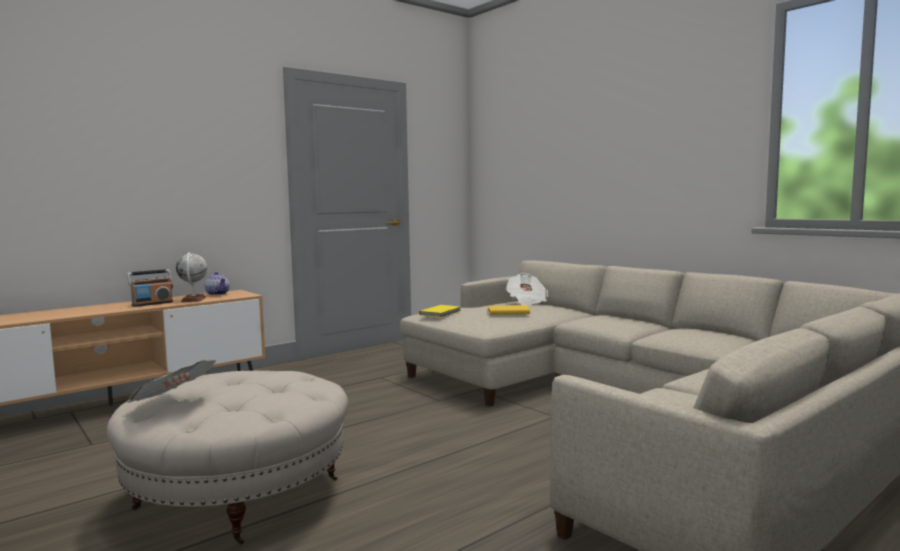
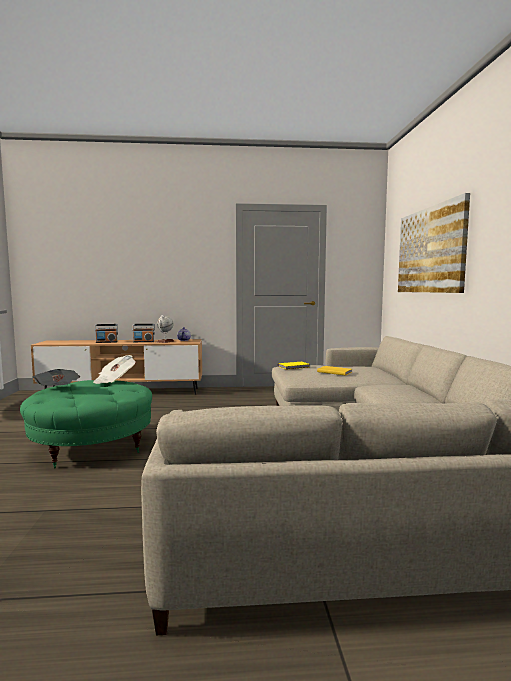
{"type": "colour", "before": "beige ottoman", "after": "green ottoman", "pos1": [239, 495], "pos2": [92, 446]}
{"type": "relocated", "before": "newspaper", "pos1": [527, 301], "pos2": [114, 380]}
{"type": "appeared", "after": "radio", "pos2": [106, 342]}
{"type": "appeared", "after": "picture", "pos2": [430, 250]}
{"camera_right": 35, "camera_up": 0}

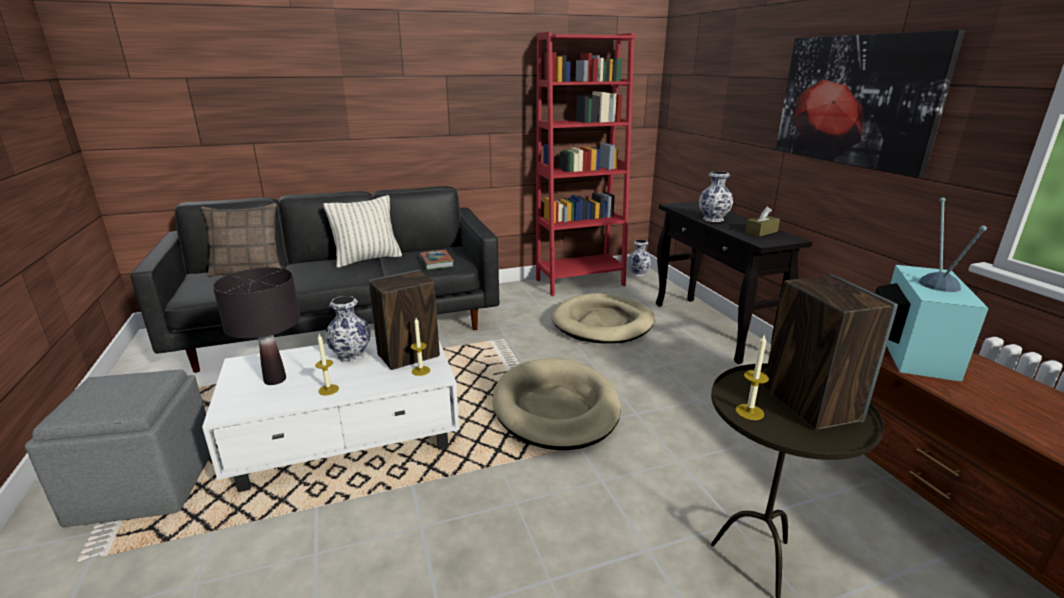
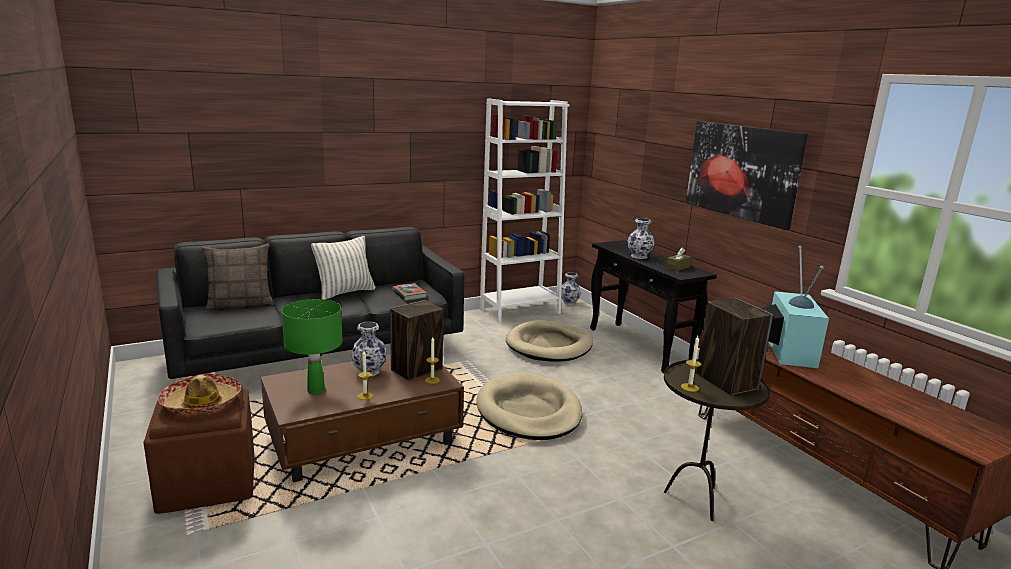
{"type": "colour", "before": "grey ottoman", "after": "brown ottoman", "pos1": [144, 483], "pos2": [207, 481]}
{"type": "appeared", "after": "hat", "pos2": [202, 402]}
{"type": "colour", "before": "white coffee table", "after": "brown coffee table", "pos1": [349, 435], "pos2": [365, 439]}
{"type": "colour", "before": "black table lamp", "after": "green table lamp", "pos1": [275, 380], "pos2": [316, 390]}
{"type": "colour", "before": "red bookcase", "after": "white bookcase", "pos1": [580, 282], "pos2": [520, 311]}
{"camera_right": -10, "camera_up": -5}

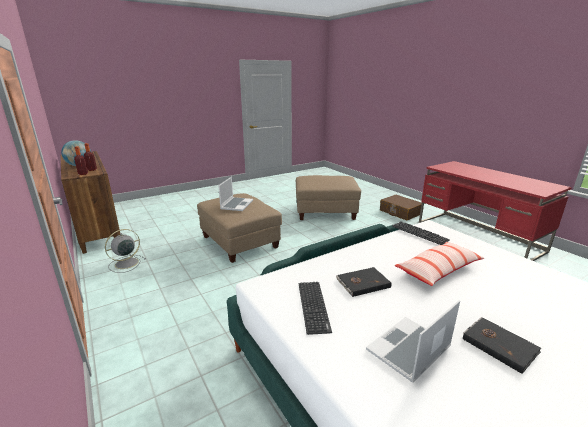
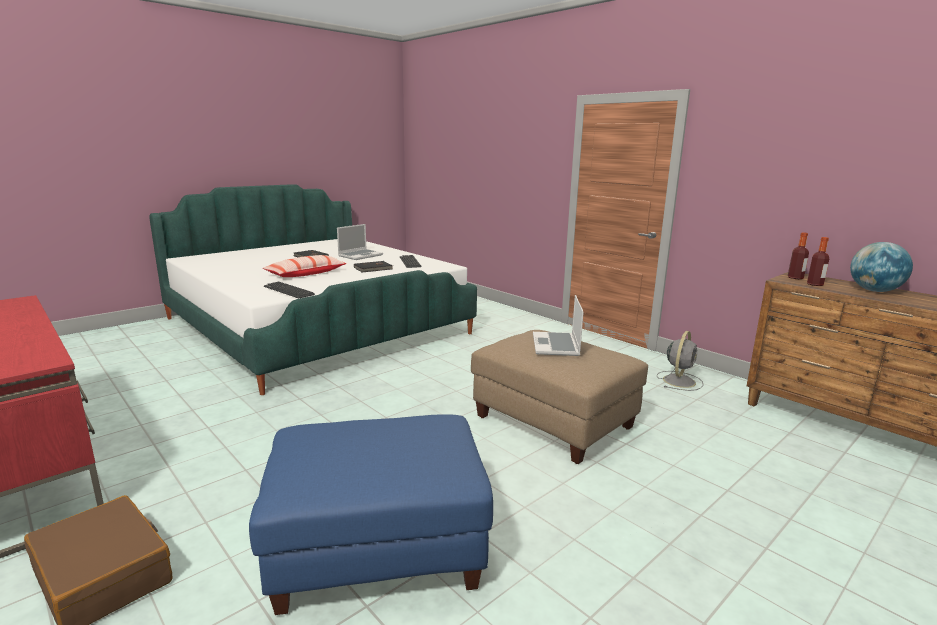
{"type": "colour", "before": "beige ottoman", "after": "blue ottoman", "pos1": [325, 212], "pos2": [377, 549]}
{"camera_right": 170, "camera_up": -5}

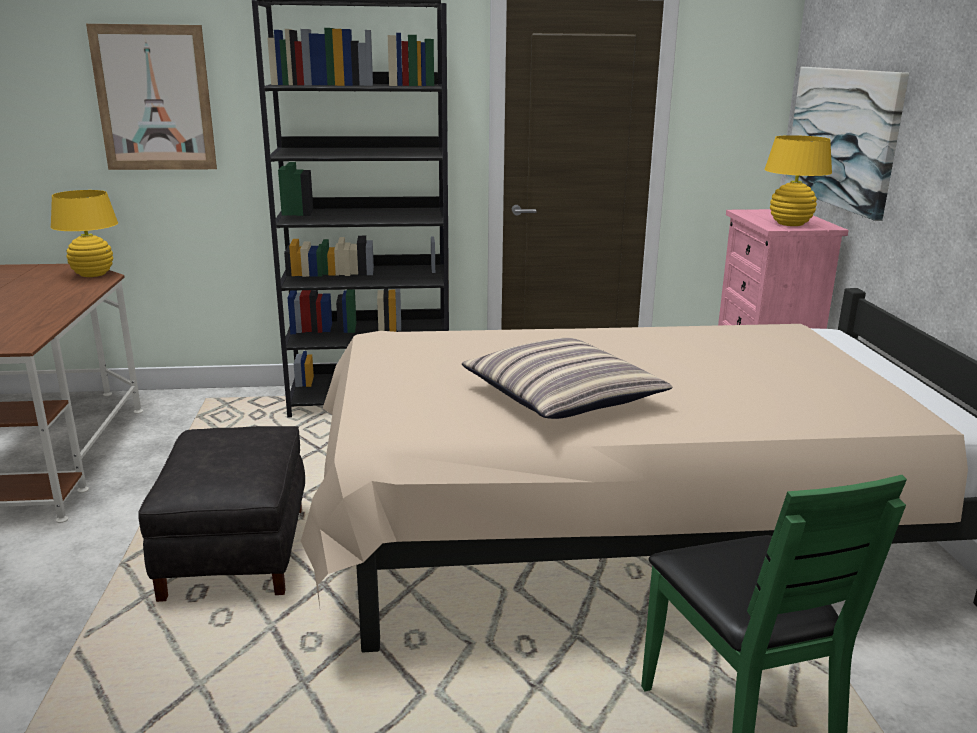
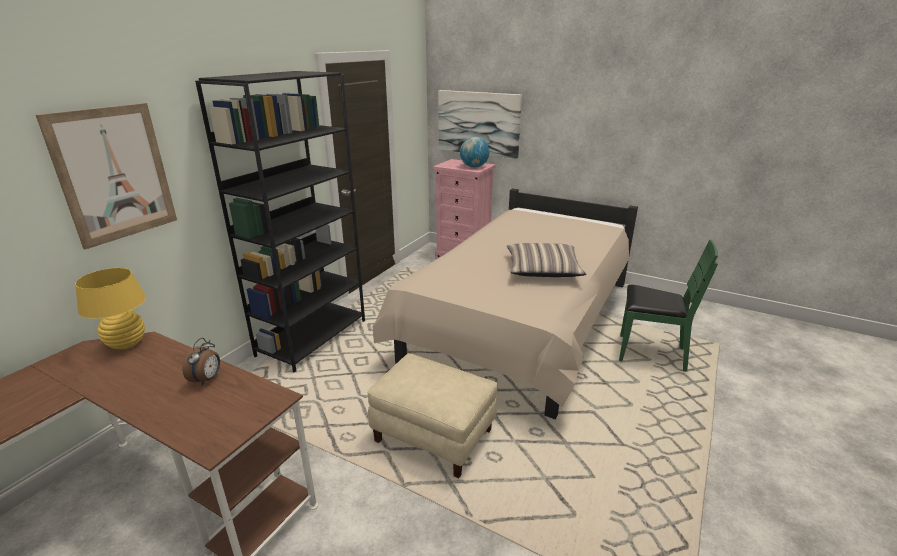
{"type": "appeared", "after": "alarm clock", "pos2": [207, 379]}
{"type": "colour", "before": "black ottoman", "after": "beige ottoman", "pos1": [237, 552], "pos2": [434, 435]}
{"type": "exchanged", "before": "yellow table lamp", "after": "globe", "pos1": [790, 224], "pos2": [474, 167]}
{"camera_right": -55, "camera_up": 5}

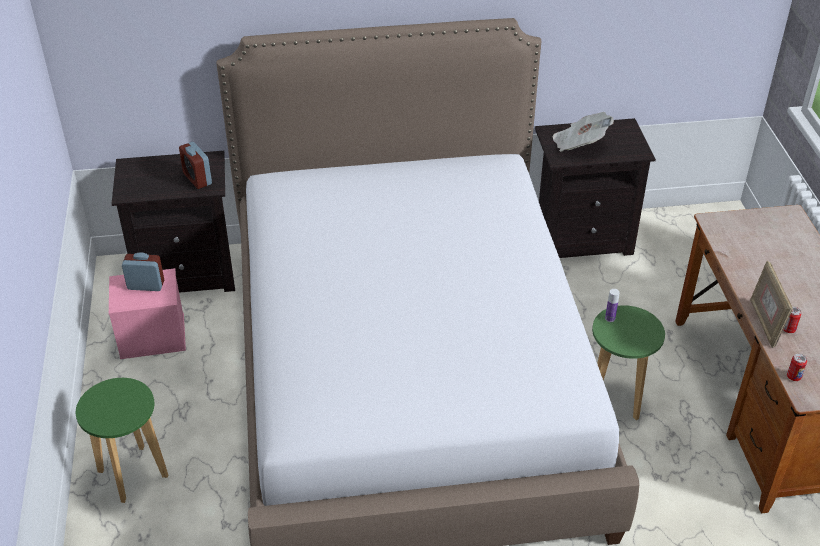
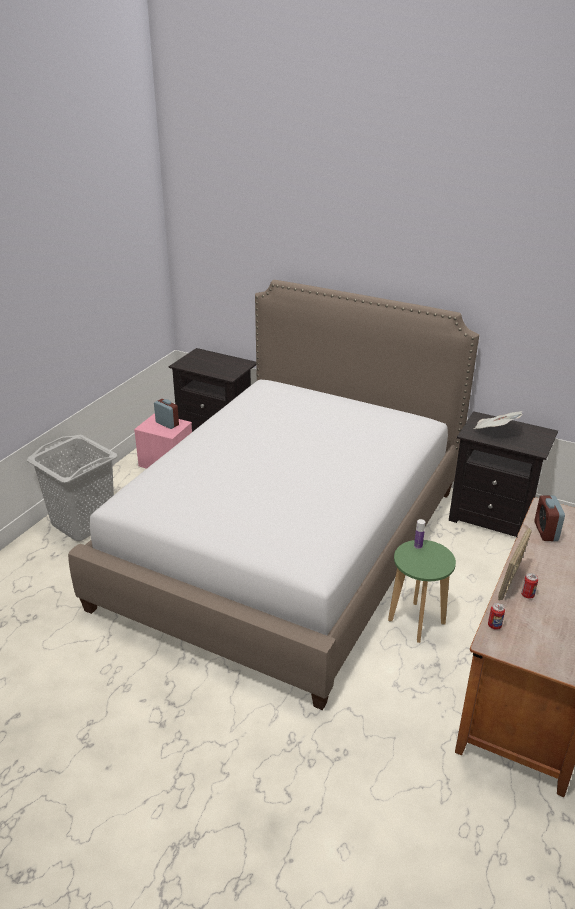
{"type": "exchanged", "before": "green stool", "after": "grey laundry basket", "pos1": [132, 474], "pos2": [83, 522]}
{"type": "relocated", "before": "alarm clock", "pos1": [197, 179], "pos2": [546, 531]}
{"camera_right": 35, "camera_up": -10}

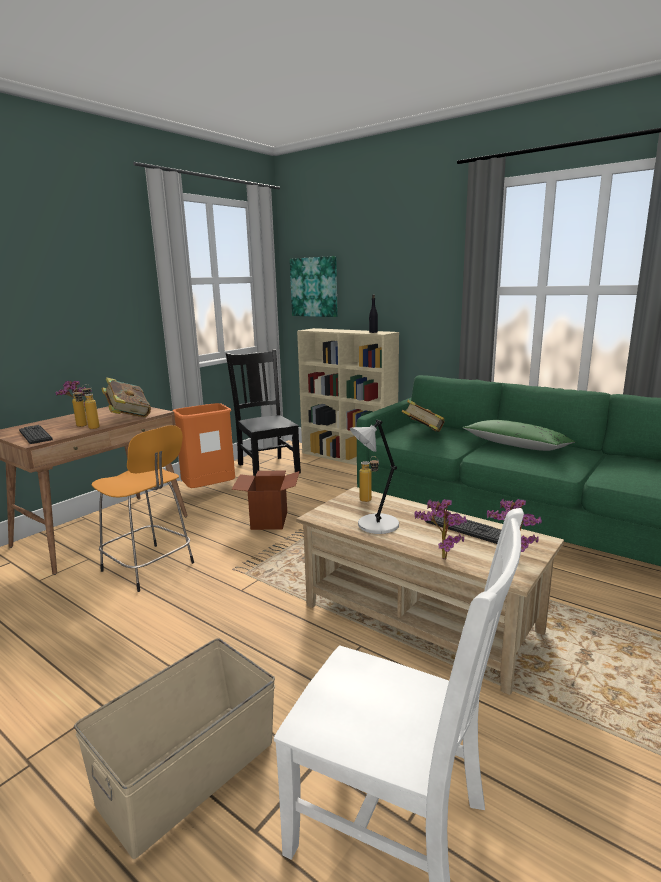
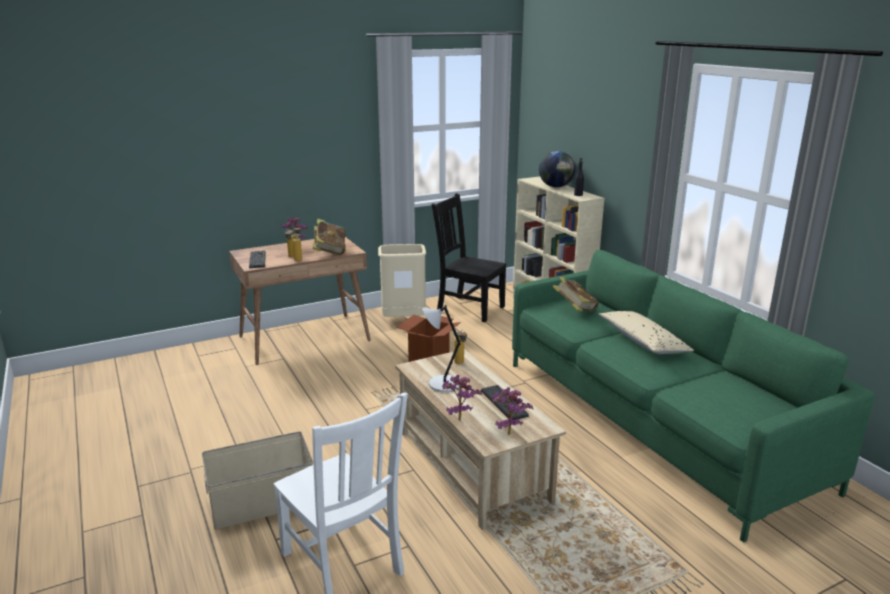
{"type": "colour", "before": "orange trash can", "after": "beige trash can", "pos1": [209, 490], "pos2": [403, 320]}
{"type": "spun", "before": "black chair", "pos1": [267, 468], "pos2": [468, 308], "turn": -60}
{"type": "appeared", "after": "globe", "pos2": [556, 187]}
{"type": "colour", "before": "green pillow", "after": "beige pillow", "pos1": [516, 446], "pos2": [642, 342]}
{"type": "missing", "before": "orange stool", "pos1": [150, 568]}
{"type": "missing", "before": "picture", "pos1": [314, 287]}
{"camera_right": 25, "camera_up": 5}

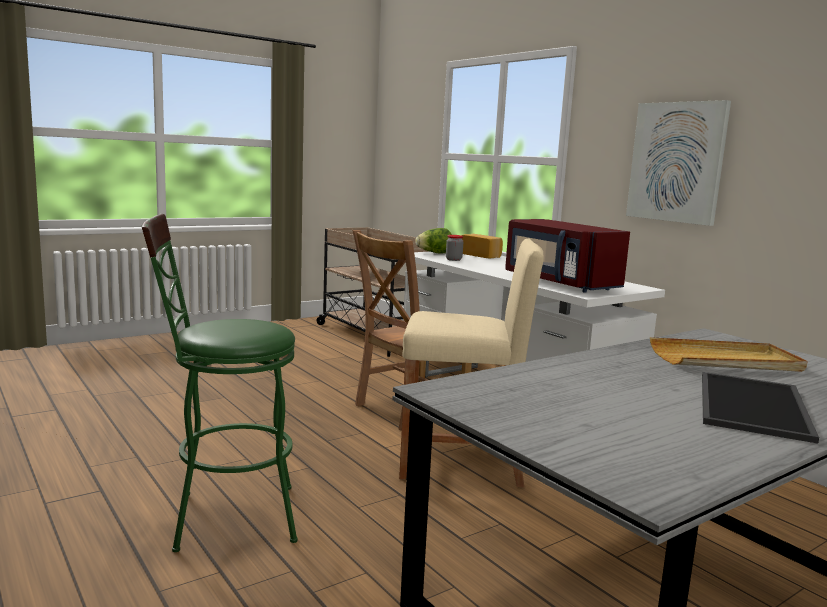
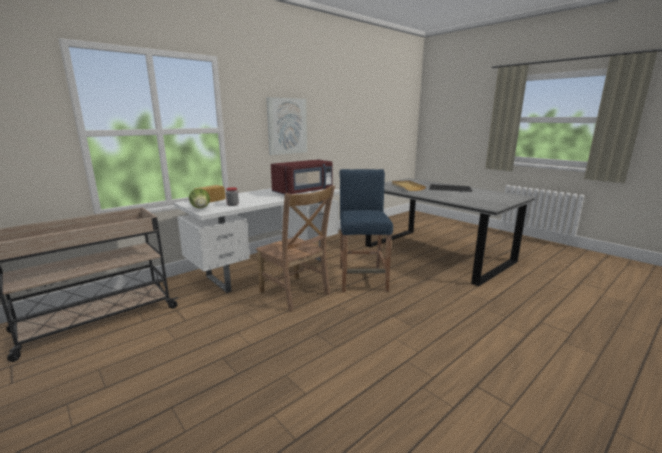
{"type": "colour", "before": "beige stool", "after": "blue stool", "pos1": [461, 463], "pos2": [362, 278]}
{"type": "missing", "before": "green stool", "pos1": [223, 517]}
{"camera_right": -95, "camera_up": 5}

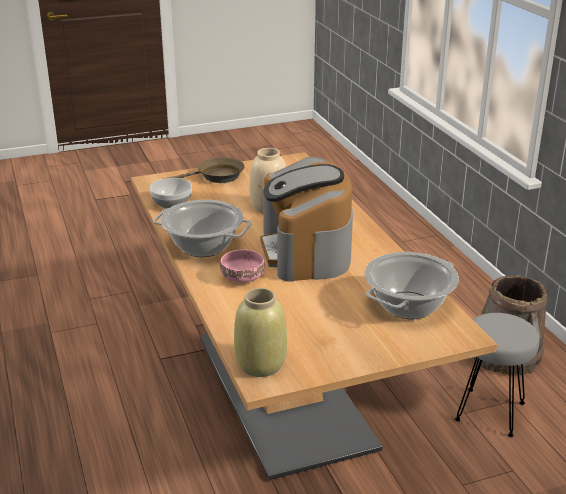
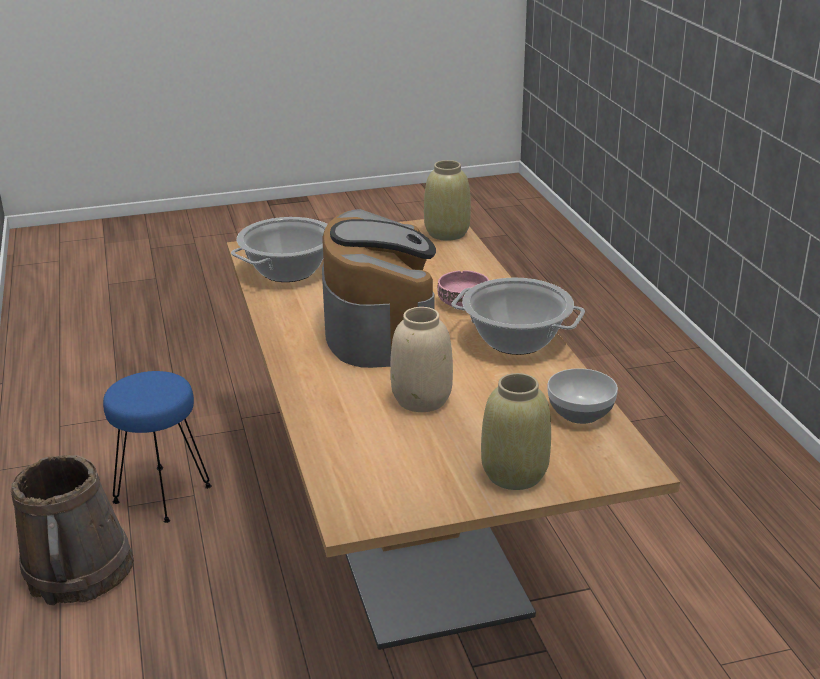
{"type": "colour", "before": "grey stool", "after": "blue stool", "pos1": [491, 412], "pos2": [162, 493]}
{"type": "exchanged", "before": "brown frying pan", "after": "beige vase", "pos1": [216, 176], "pos2": [513, 474]}
{"camera_right": -175, "camera_up": 0}

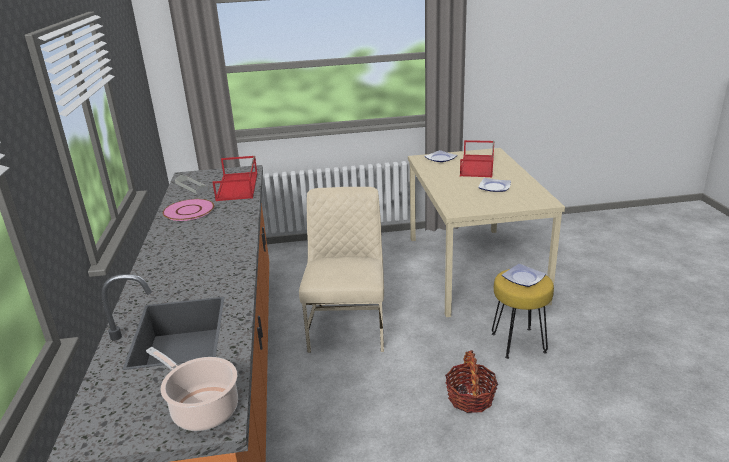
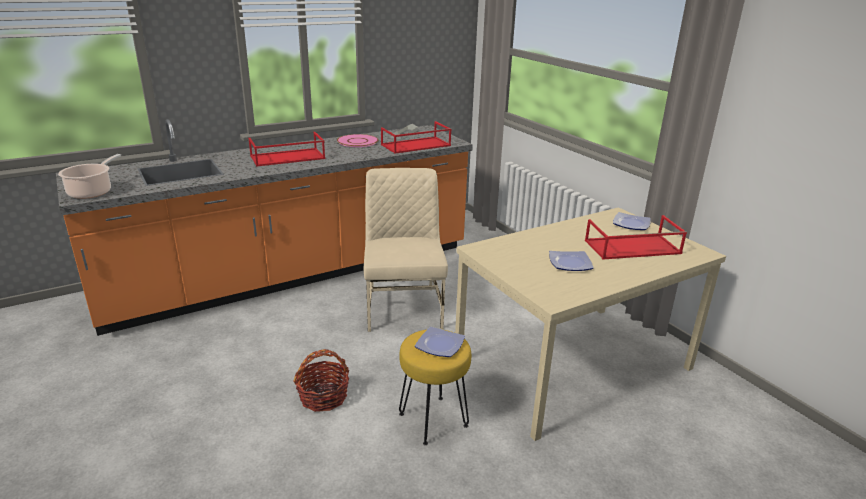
{"type": "appeared", "after": "red tray", "pos2": [287, 158]}
{"type": "spun", "before": "beige chair", "pos1": [348, 327], "pos2": [403, 307], "turn": -75}
{"camera_right": 65, "camera_up": 0}

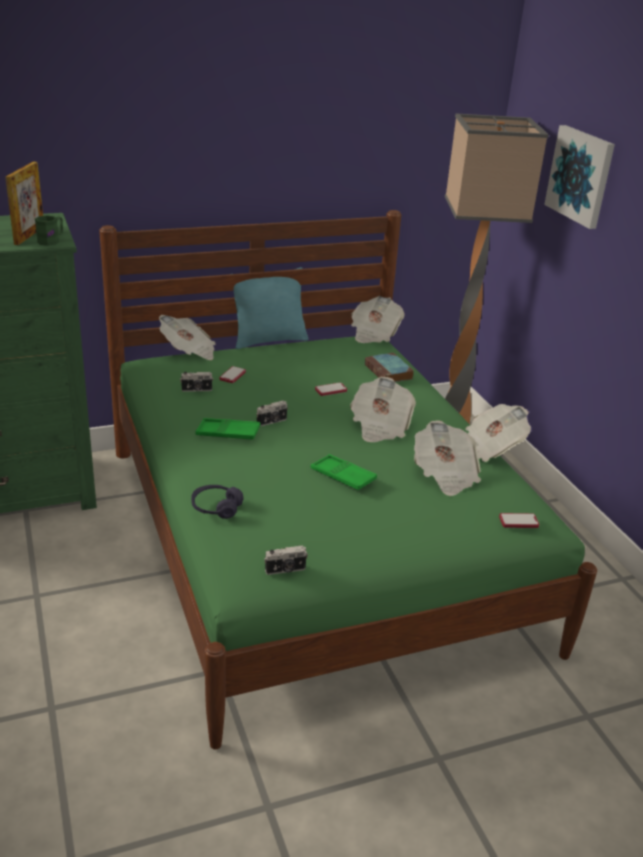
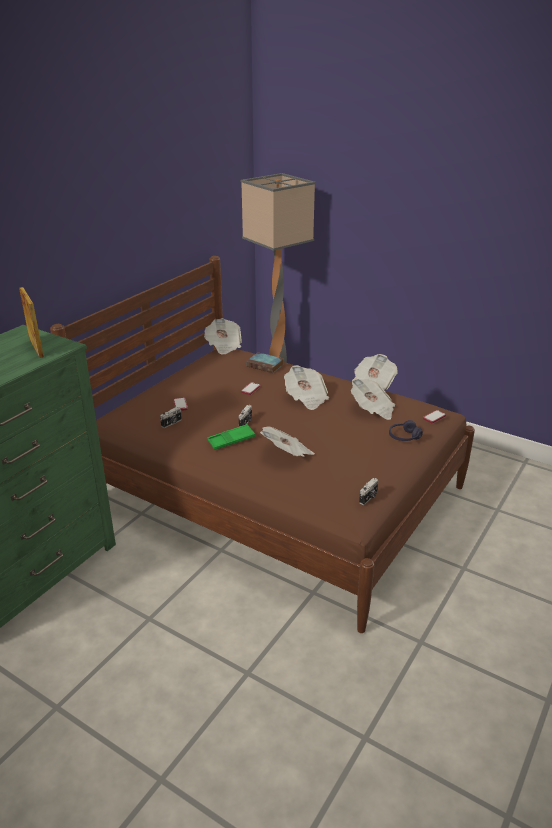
{"type": "colour", "before": "green bed", "after": "brown bed", "pos1": [313, 543], "pos2": [276, 495]}
{"type": "relocated", "before": "newspaper", "pos1": [189, 351], "pos2": [287, 454]}
{"type": "relocated", "before": "purple headphones", "pos1": [216, 508], "pos2": [404, 437]}
{"type": "missing", "before": "green mug", "pos1": [52, 240]}
{"type": "missing", "before": "turquoise pillow", "pos1": [269, 340]}
{"type": "missing", "before": "green tray", "pos1": [342, 476]}
{"type": "missing", "before": "picture", "pos1": [580, 176]}
{"camera_right": -35, "camera_up": 0}

